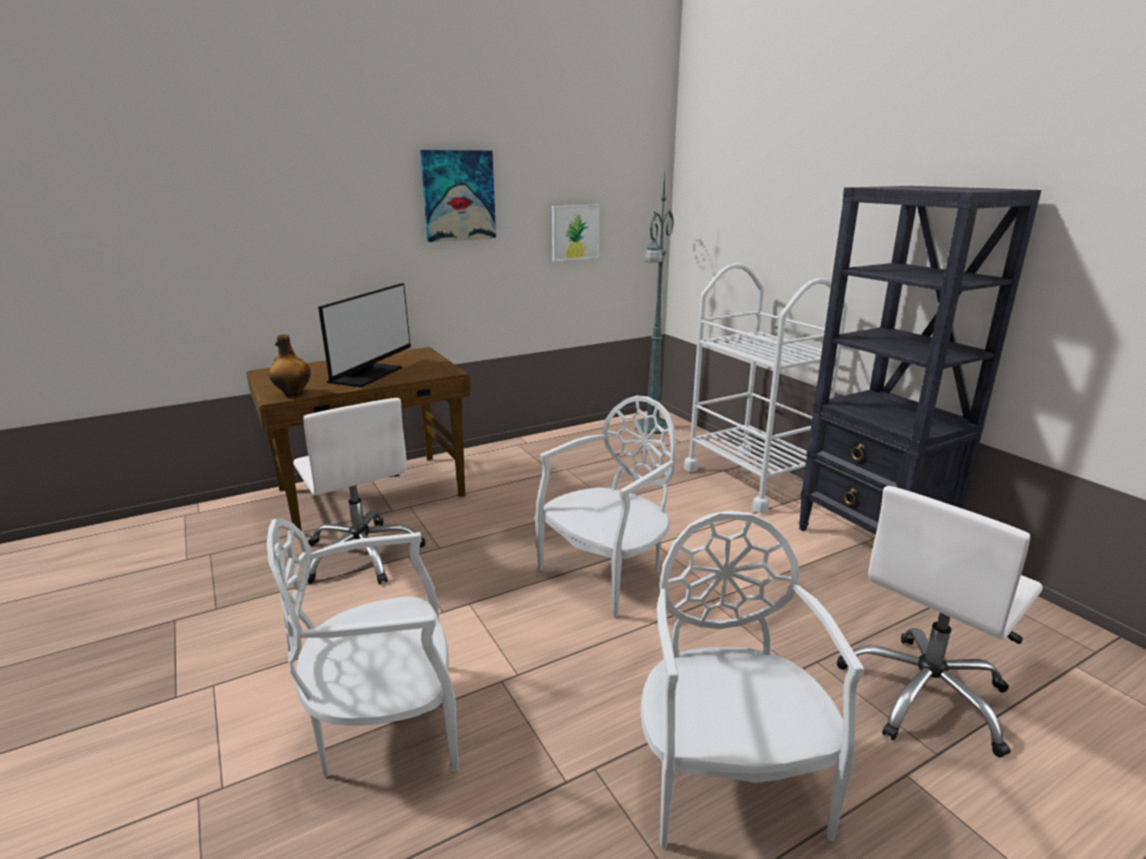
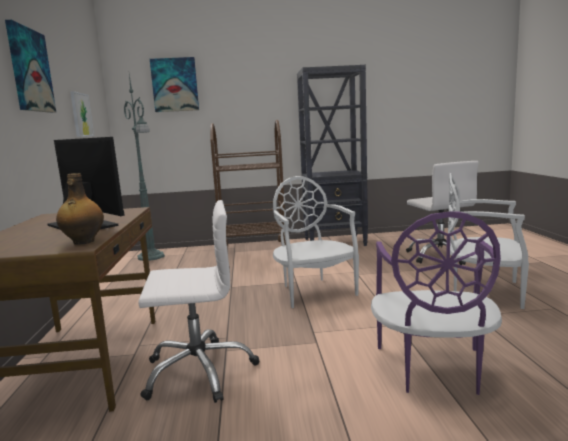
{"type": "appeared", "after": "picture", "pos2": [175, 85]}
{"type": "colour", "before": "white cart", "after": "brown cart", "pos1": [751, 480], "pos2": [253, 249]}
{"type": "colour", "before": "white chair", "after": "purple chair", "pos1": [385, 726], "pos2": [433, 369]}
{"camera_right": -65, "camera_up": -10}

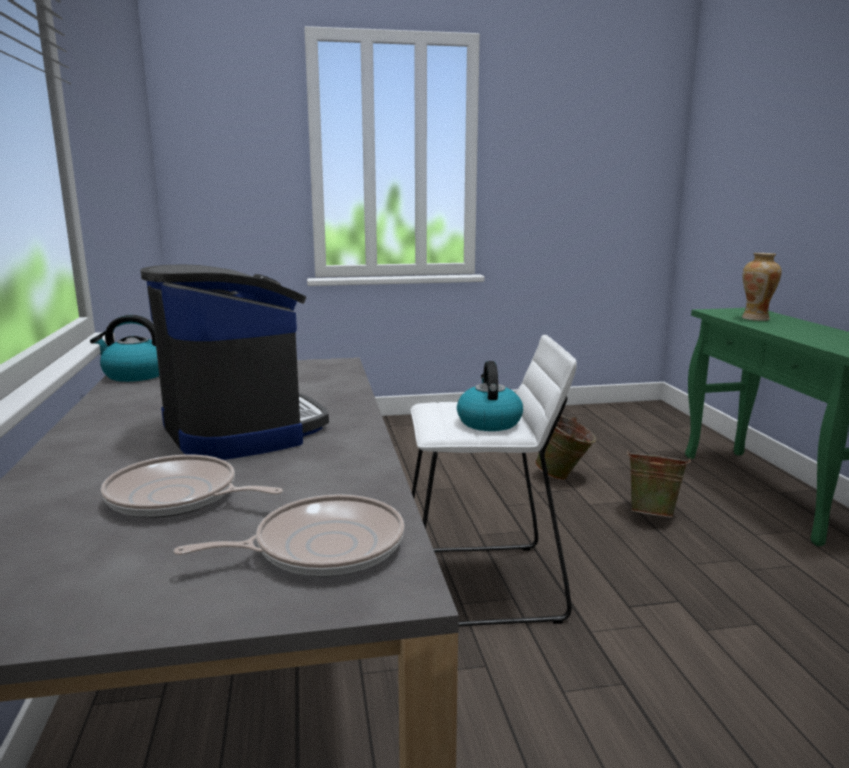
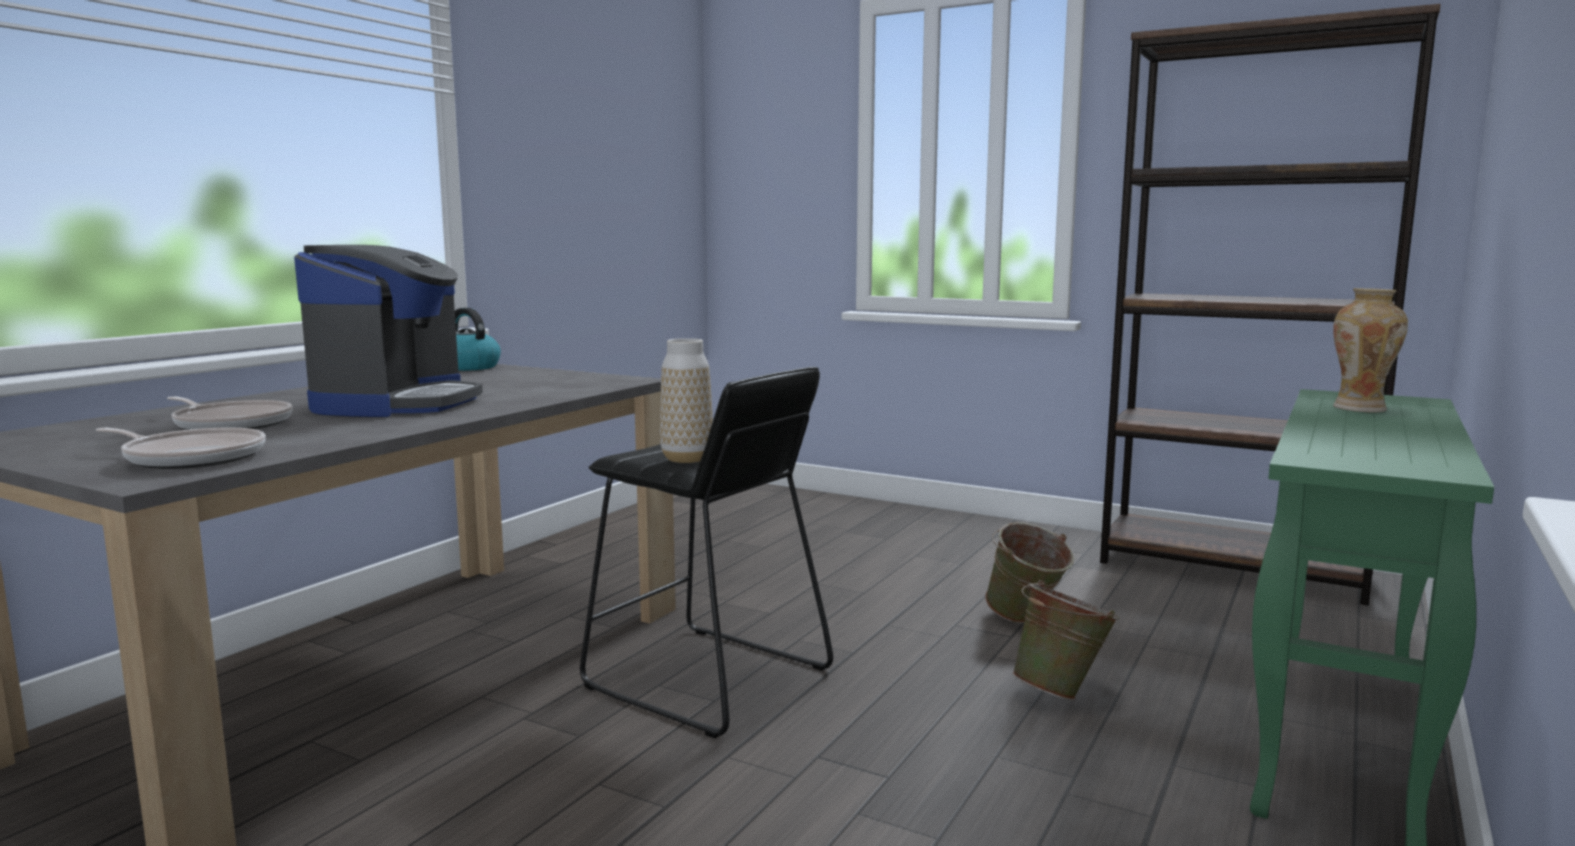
{"type": "spun", "before": "frying pan", "pos1": [178, 497], "pos2": [231, 424], "turn": 150}
{"type": "colour", "before": "white stool", "after": "black stool", "pos1": [481, 585], "pos2": [706, 679]}
{"type": "exchanged", "before": "kettle", "after": "vase", "pos1": [488, 422], "pos2": [687, 459]}
{"type": "appeared", "after": "brown bookcase", "pos2": [1233, 568]}
{"camera_right": 40, "camera_up": -5}

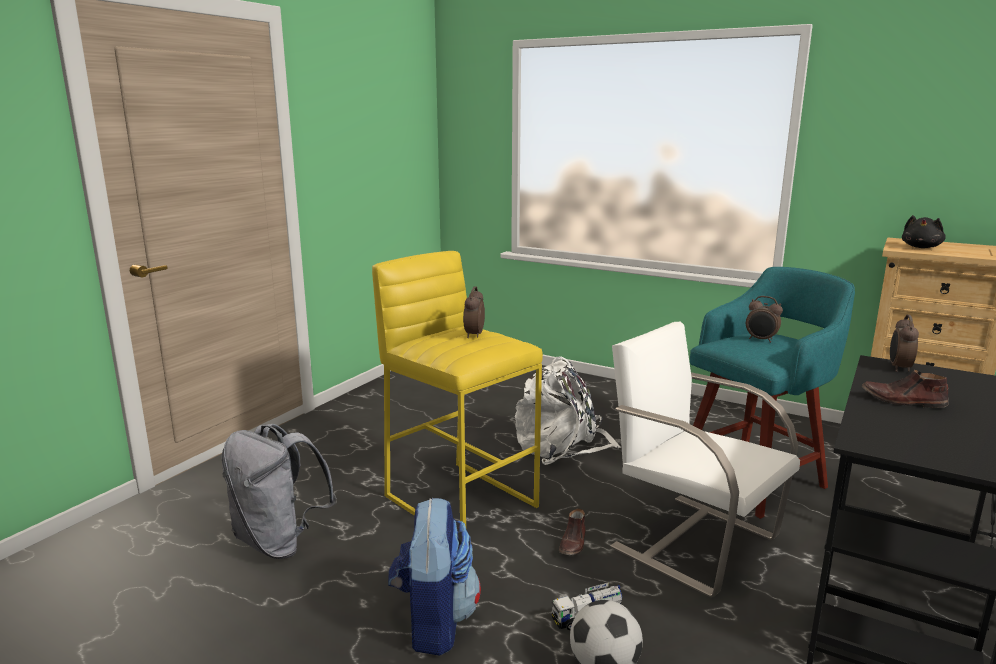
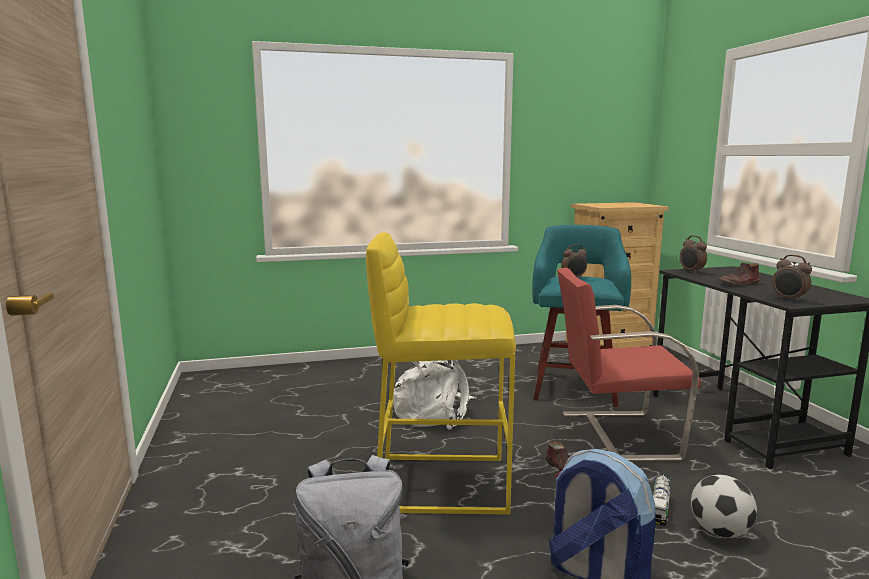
{"type": "colour", "before": "white chair", "after": "red chair", "pos1": [692, 541], "pos2": [615, 435]}
{"type": "relocated", "before": "alarm clock", "pos1": [473, 335], "pos2": [788, 299]}
{"type": "missing", "before": "black plush toy", "pos1": [921, 247]}
{"camera_right": -45, "camera_up": -5}

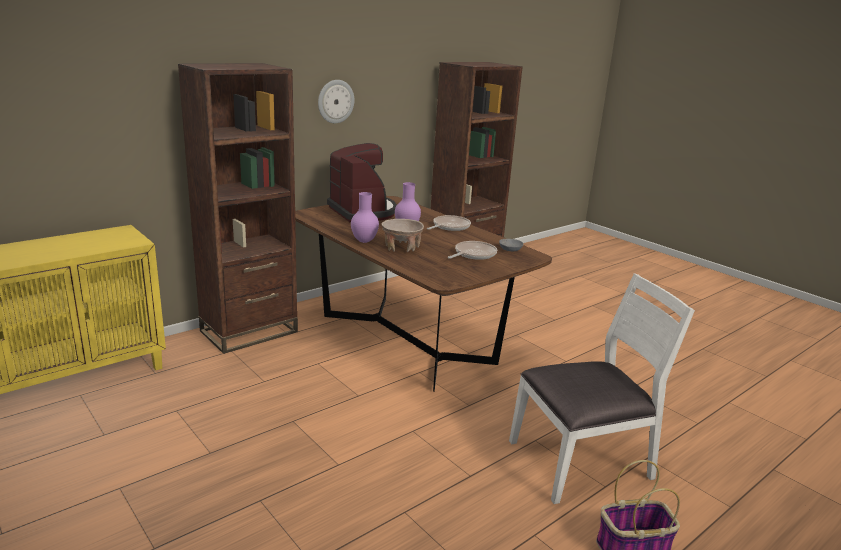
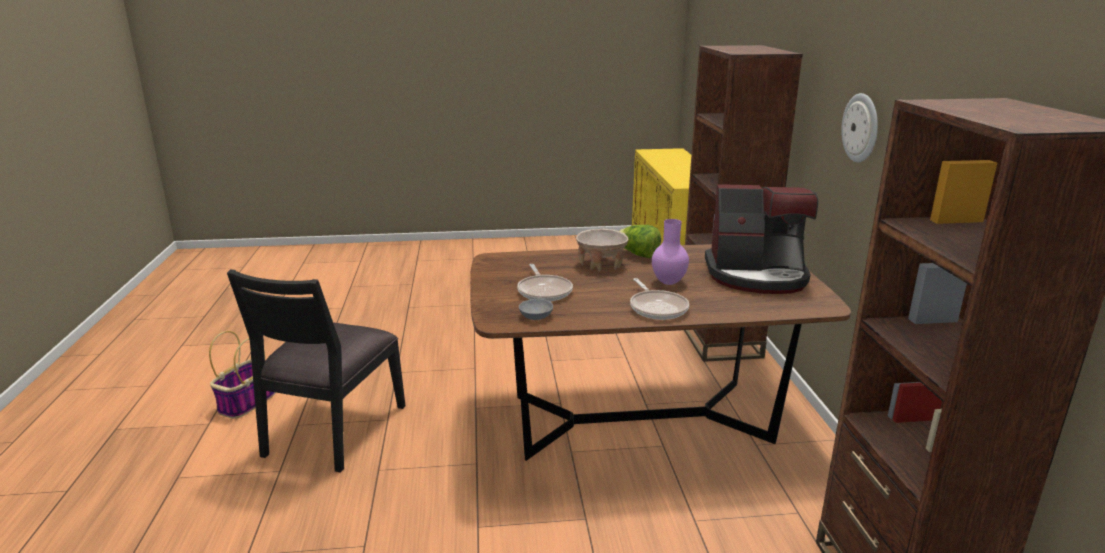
{"type": "colour", "before": "white chair", "after": "black chair", "pos1": [582, 461], "pos2": [333, 430]}
{"type": "exchanged", "before": "purple vase", "after": "lettuce", "pos1": [364, 241], "pos2": [638, 255]}
{"camera_right": 125, "camera_up": 0}

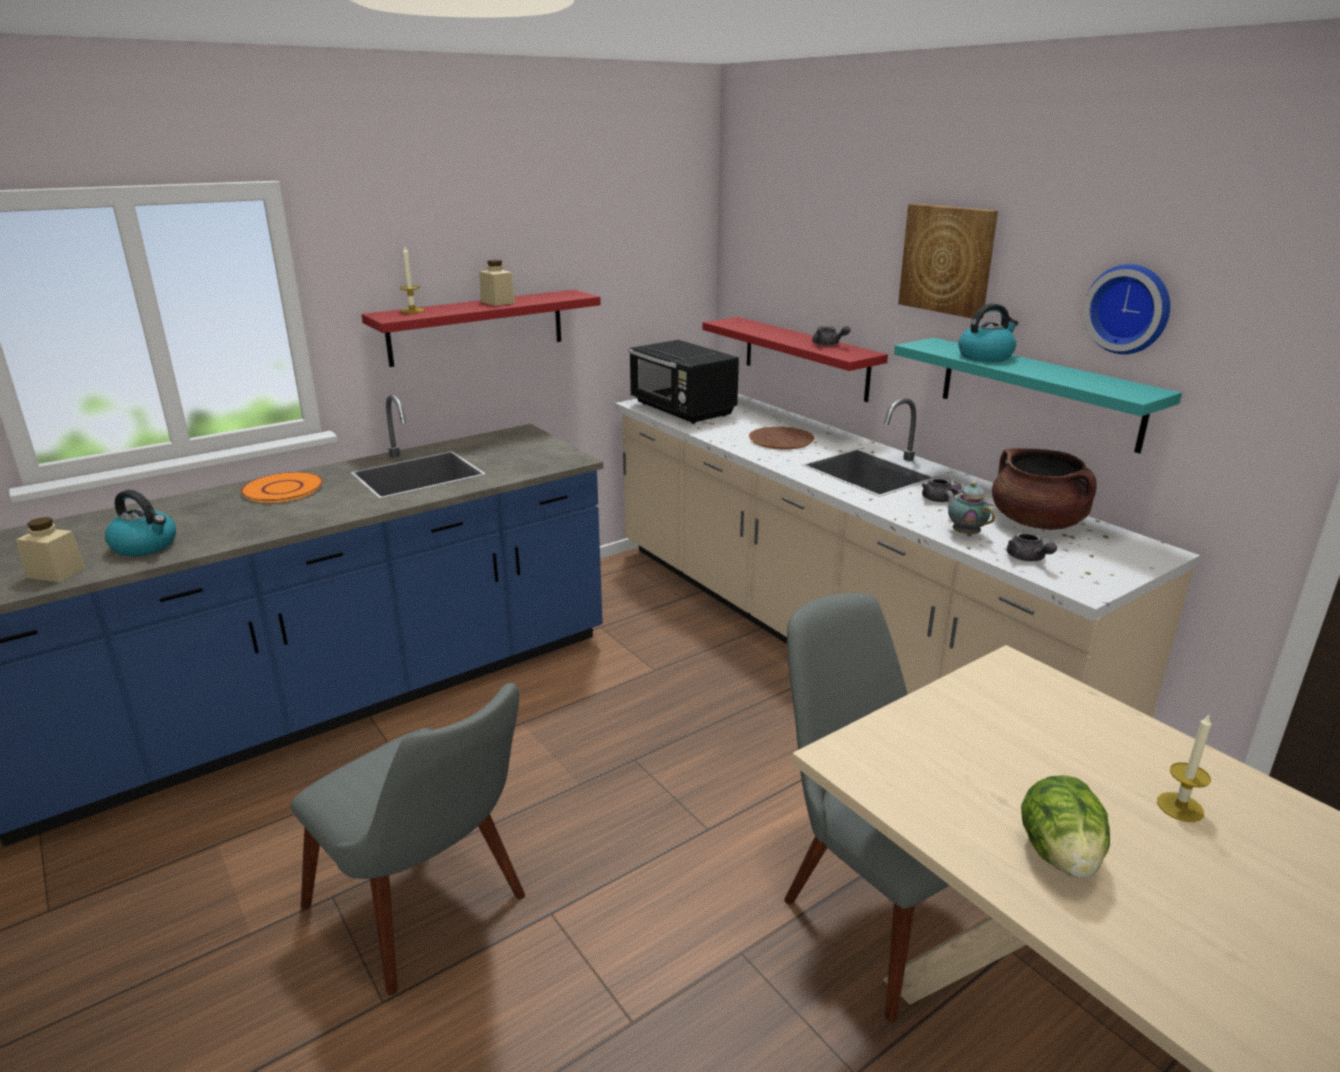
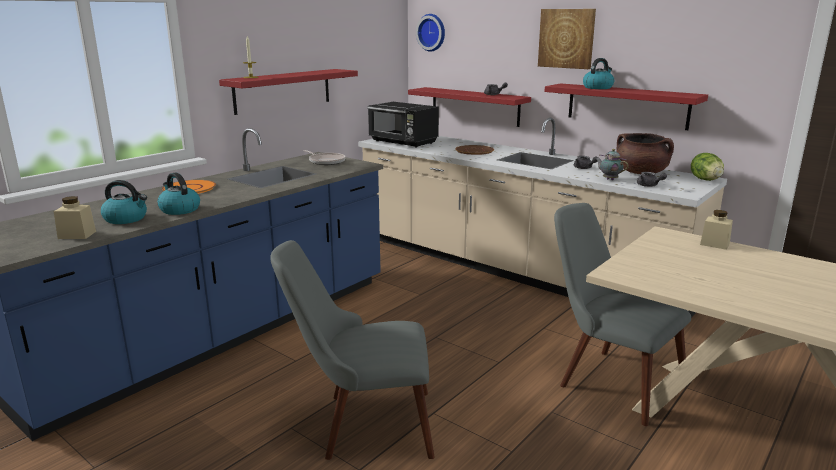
{"type": "appeared", "after": "kettle", "pos2": [179, 210]}
{"type": "spun", "before": "grey chair", "pos1": [433, 913], "pos2": [362, 425], "turn": 150}
{"type": "appeared", "after": "frying pan", "pos2": [326, 161]}
{"type": "relocated", "before": "wall clock", "pos1": [1129, 308], "pos2": [432, 32]}
{"type": "colour", "before": "turquoise shelf", "after": "red shelf", "pos1": [1038, 392], "pos2": [627, 106]}
{"type": "relocated", "before": "lettuce", "pos1": [1060, 855], "pos2": [706, 180]}
{"type": "relocated", "before": "beige jar", "pos1": [497, 302], "pos2": [714, 244]}
{"type": "missing", "before": "candle", "pos1": [1180, 807]}
{"camera_right": -15, "camera_up": -5}

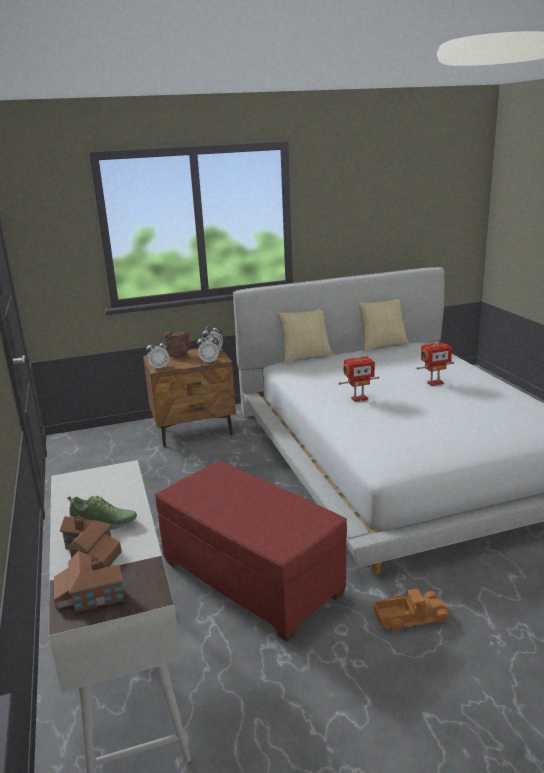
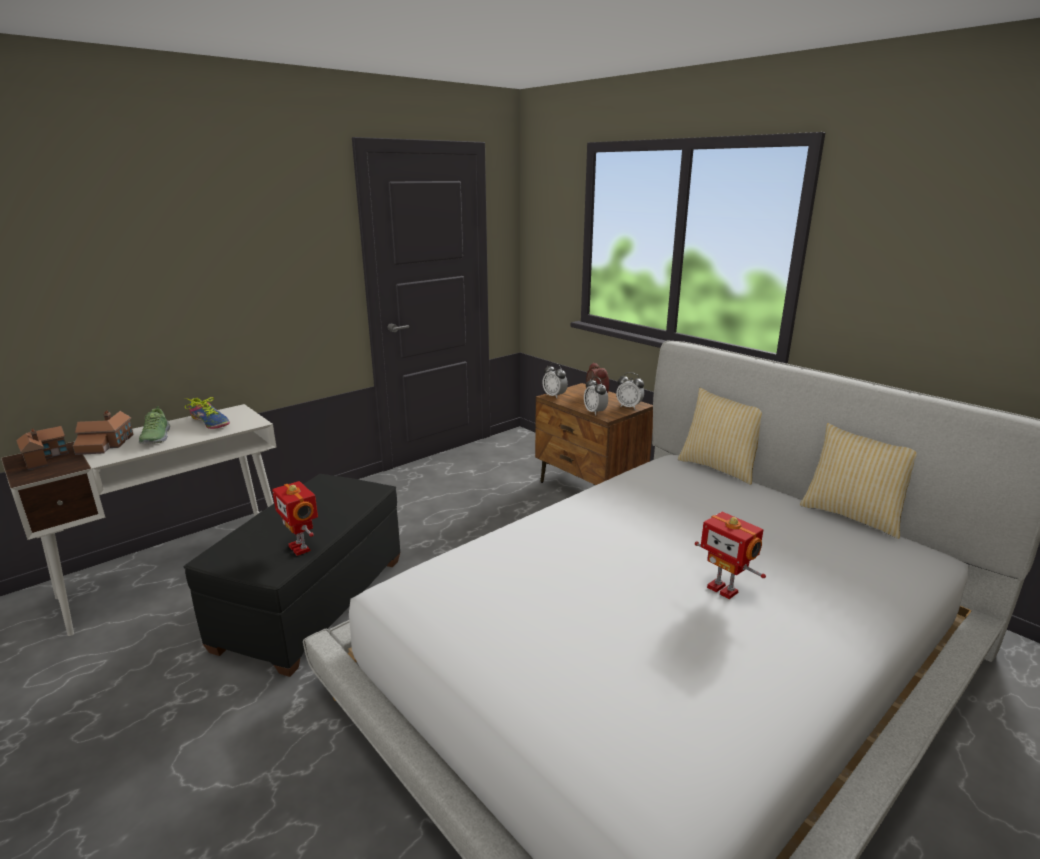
{"type": "colour", "before": "red ottoman", "after": "black ottoman", "pos1": [251, 578], "pos2": [313, 602]}
{"type": "appeared", "after": "shoe", "pos2": [210, 422]}
{"type": "relocated", "before": "toy robot", "pos1": [359, 398], "pos2": [301, 548]}
{"type": "missing", "before": "toy truck", "pos1": [410, 617]}
{"camera_right": 65, "camera_up": 0}

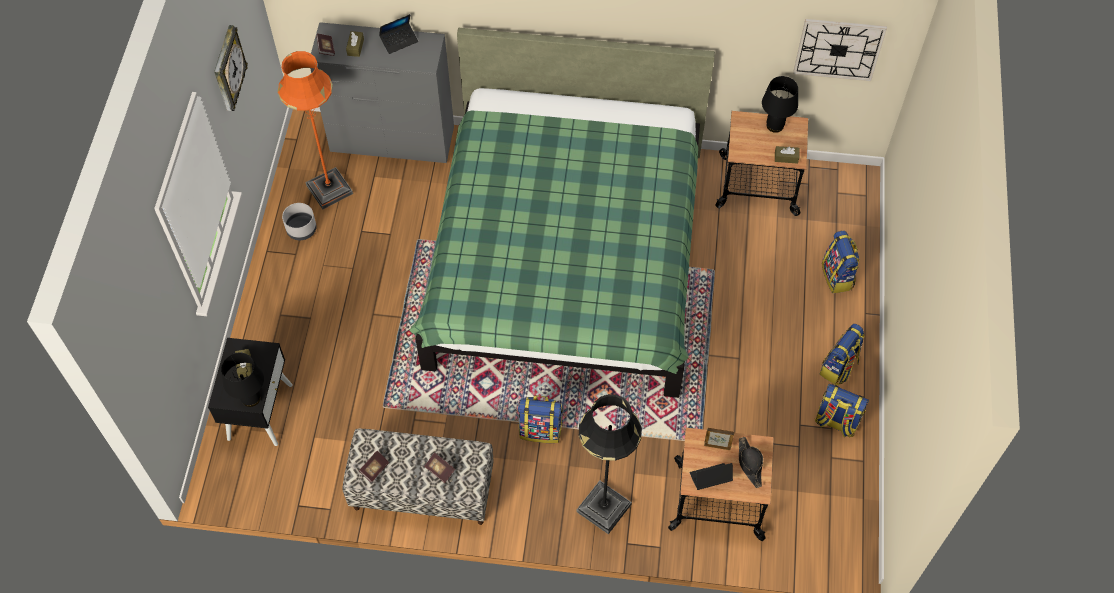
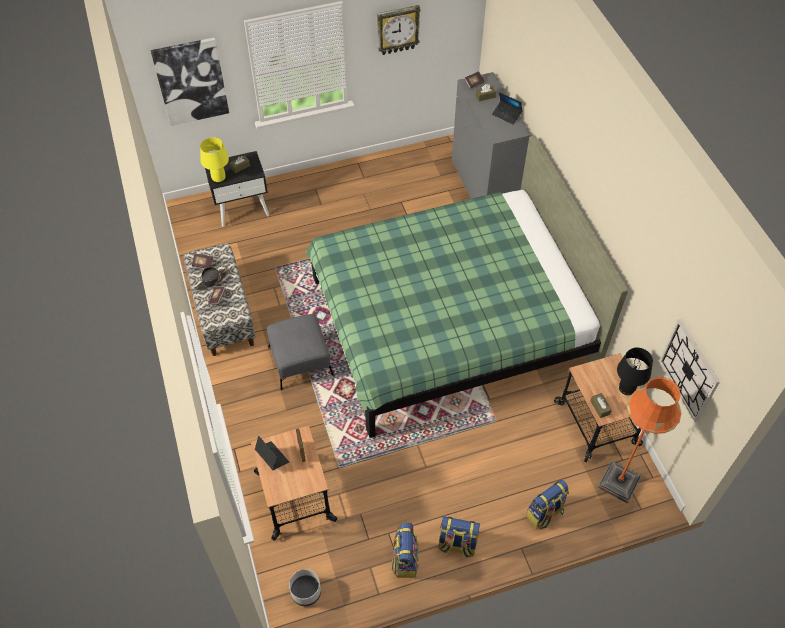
{"type": "appeared", "after": "picture", "pos2": [191, 81]}
{"type": "relocated", "before": "black hat", "pos1": [750, 464], "pos2": [212, 280]}
{"type": "colour", "before": "black table lamp", "after": "yellow table lamp", "pos1": [251, 398], "pos2": [219, 179]}
{"type": "exchanged", "before": "backpack", "after": "grey ottoman", "pos1": [541, 430], "pos2": [300, 361]}
{"type": "relocated", "before": "grey planter", "pos1": [301, 229], "pos2": [305, 592]}
{"type": "relocated", "before": "orange floor lamp", "pos1": [329, 189], "pos2": [619, 482]}
{"type": "missing", "before": "black floor lamp", "pos1": [603, 508]}
{"camera_right": 65, "camera_up": -5}

